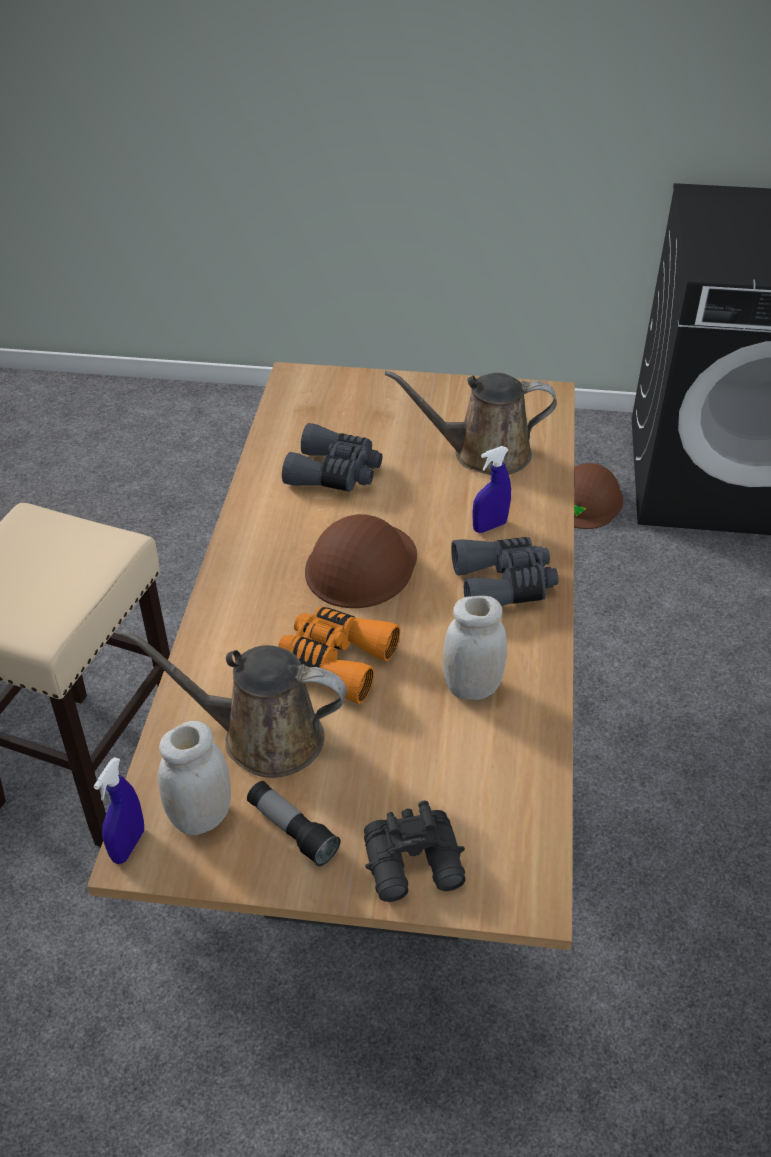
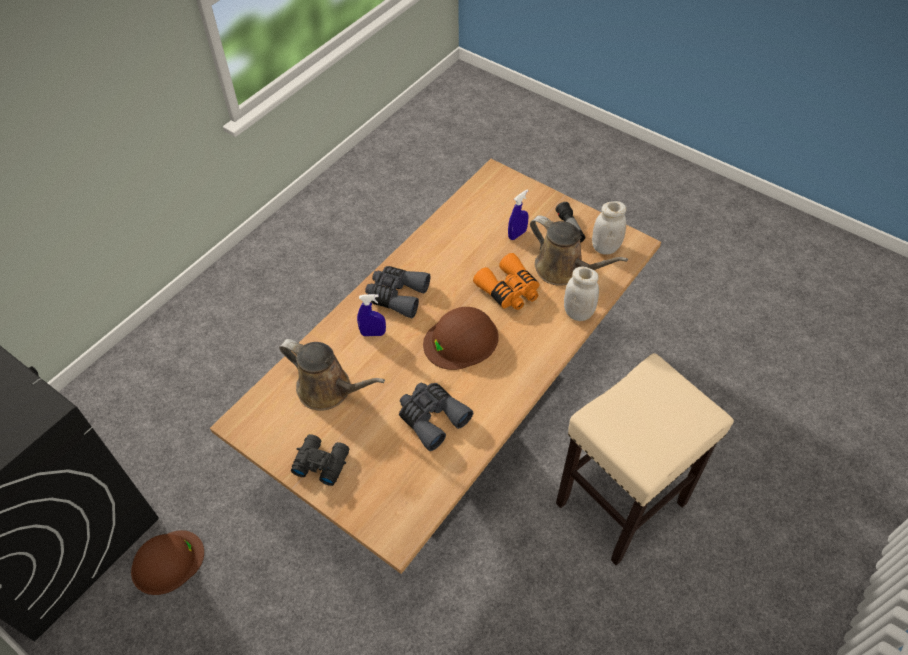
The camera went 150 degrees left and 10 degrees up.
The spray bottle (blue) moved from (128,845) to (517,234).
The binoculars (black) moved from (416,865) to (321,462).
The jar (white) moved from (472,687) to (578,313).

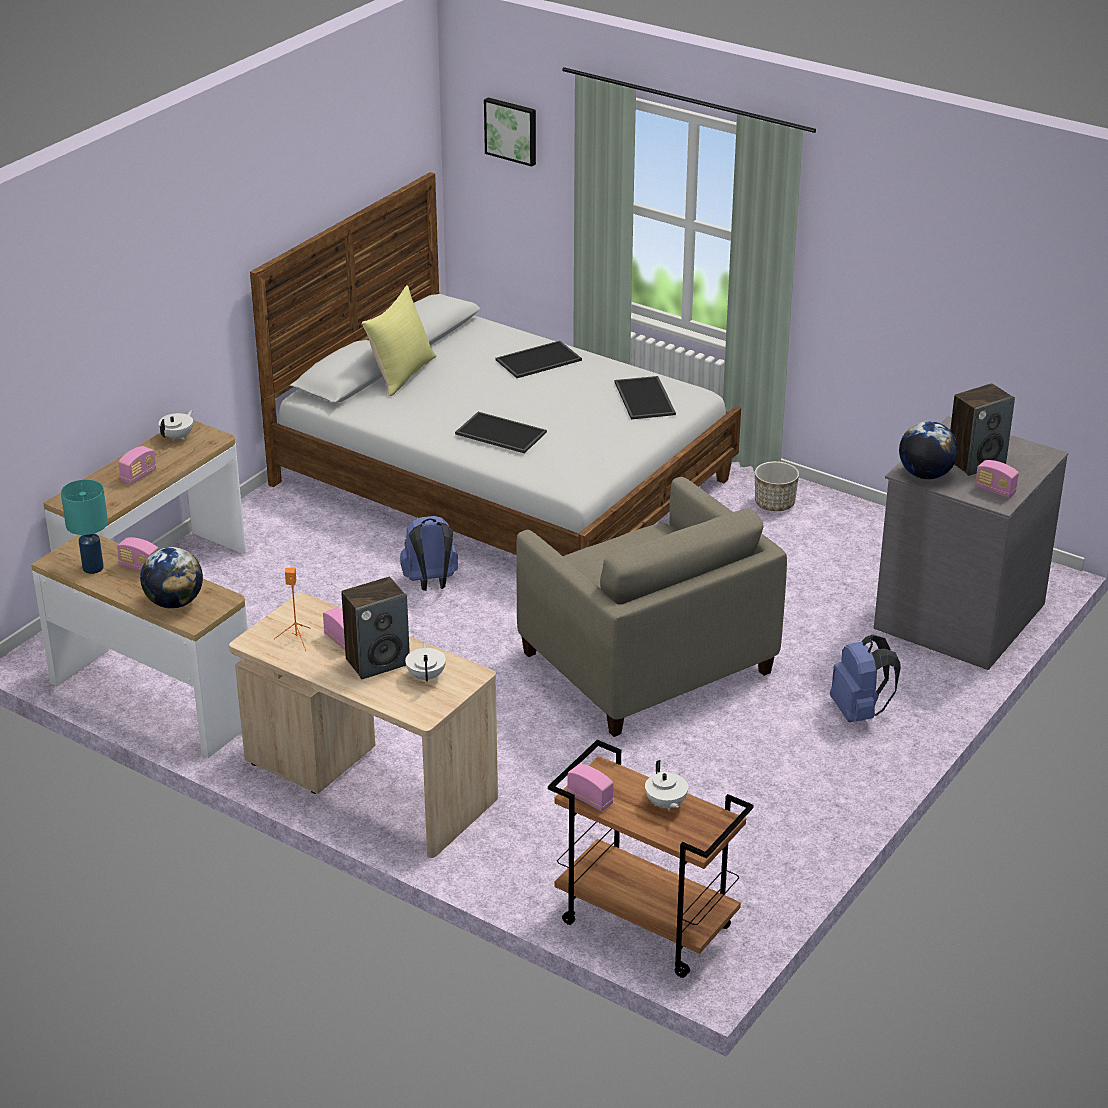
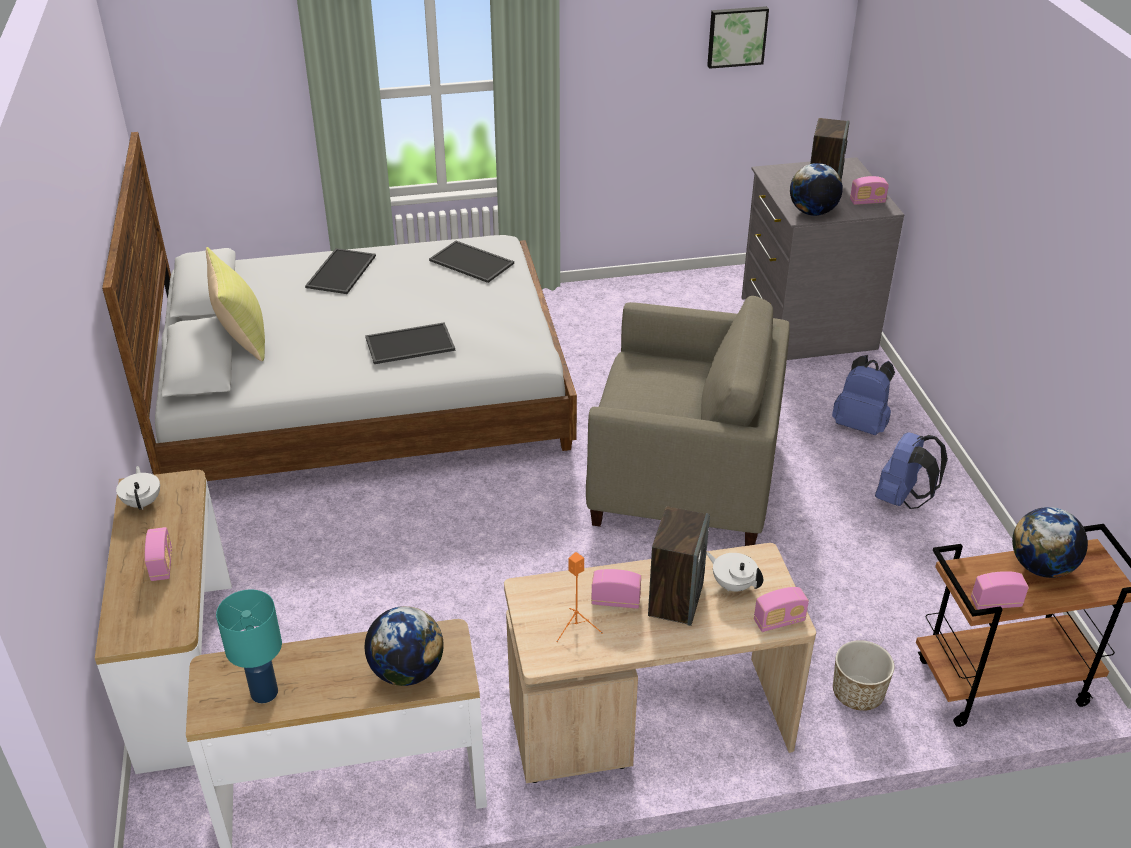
The camera went 45 degrees left and 5 degrees up.
The radio moved from (140,567) to (779,621).
The backpack (blue) moved from (430,583) to (902,499).
The picture moved from (512,130) to (736,36).
The planter moved from (774,504) to (858,693).
The teapot (white) at (665,804) was replaced by the globe at (1041,567).

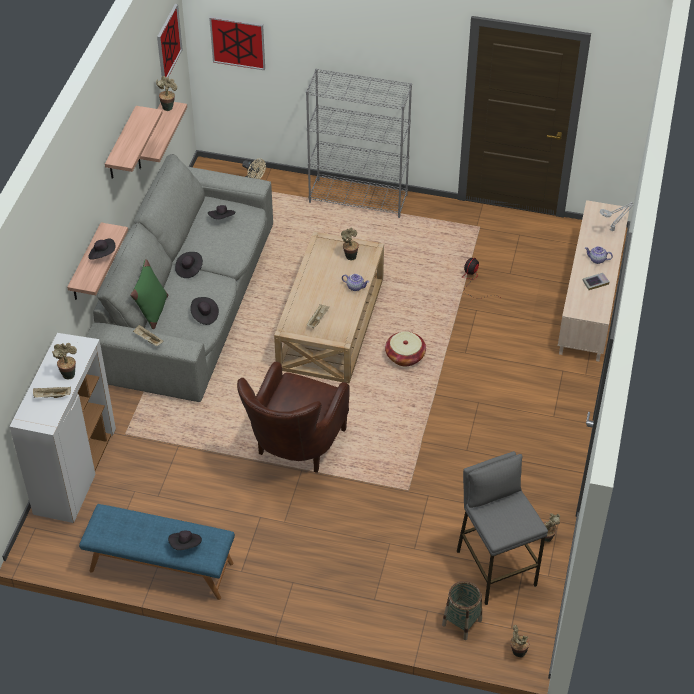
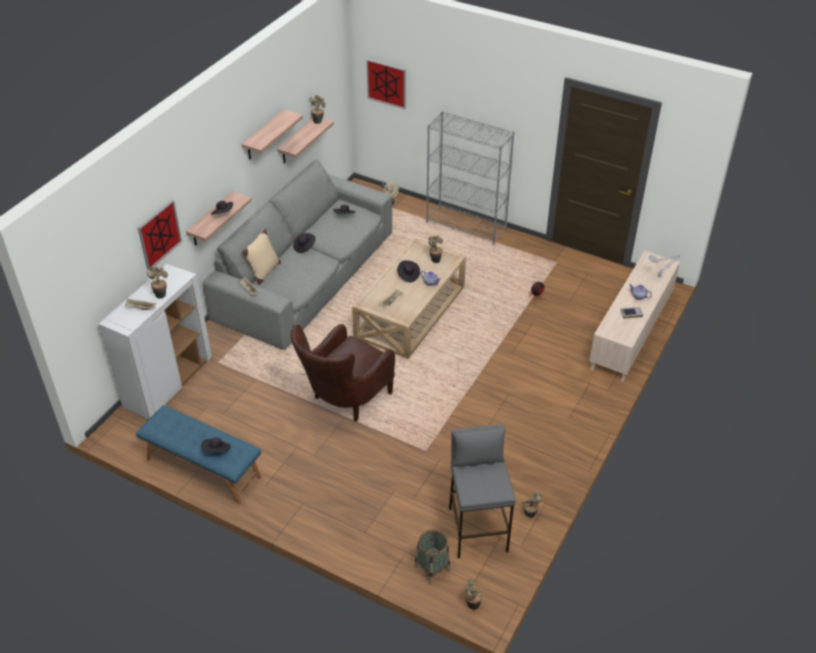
The camera went 15 degrees right and 5 degrees down.
The basket at (405,356) disappeared.
The picture moved from (168,43) to (159,234).
The hat (black) moved from (204,315) to (408,275).
The pillow (green) at (152,312) became the pillow (beige) at (264,272).

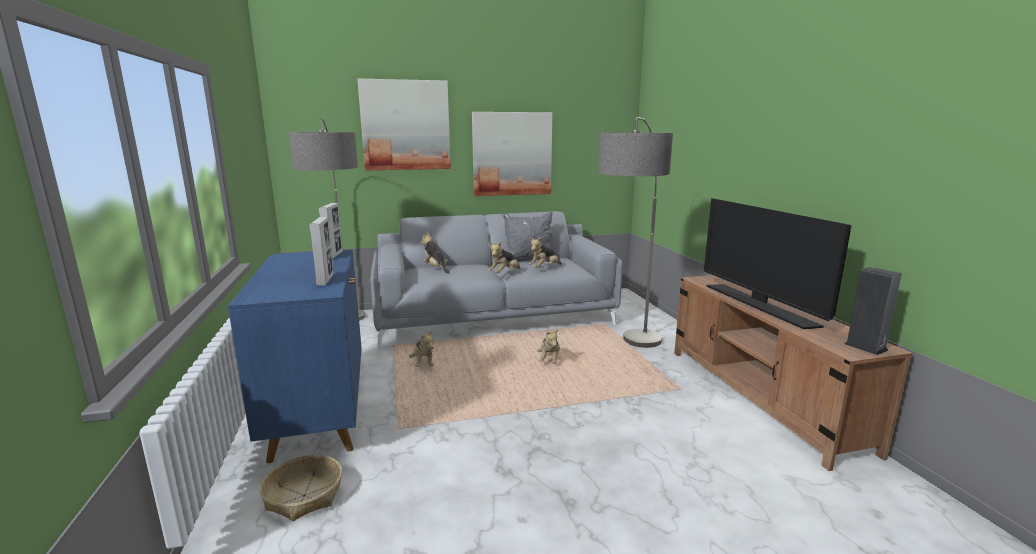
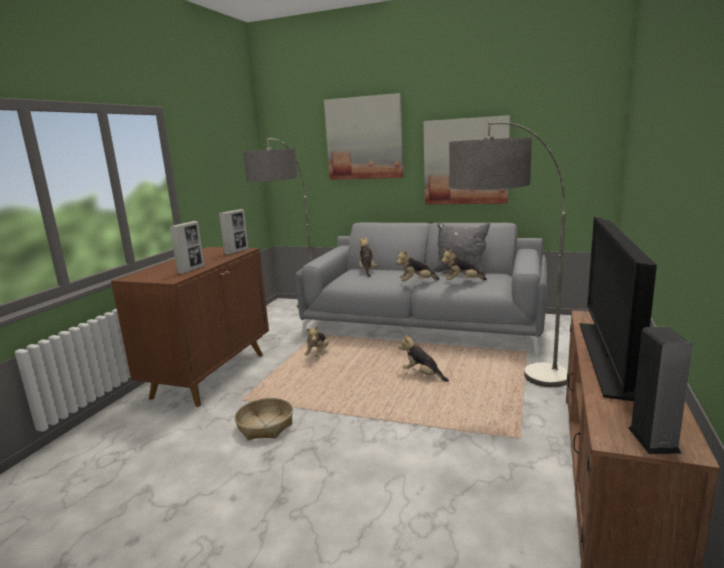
The camera went 35 degrees right and 0 degrees up.
The basket moved from (304,495) to (265,426).
The cabinet (blue) at (319,414) became the cabinet (brown) at (211,374).
The plush toy at (549,360) turned 90 degrees clockwise.

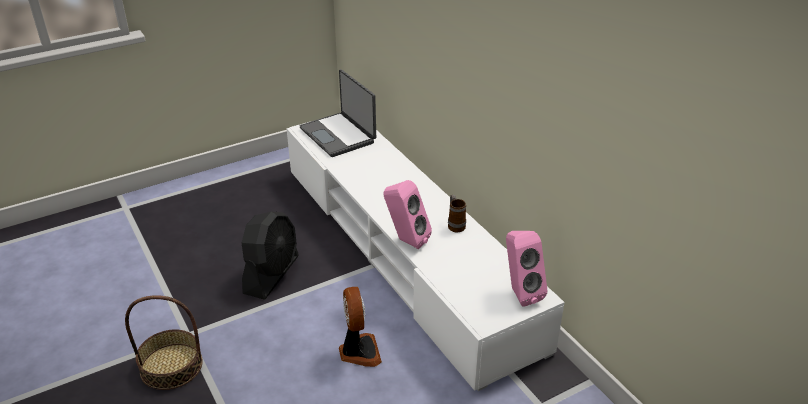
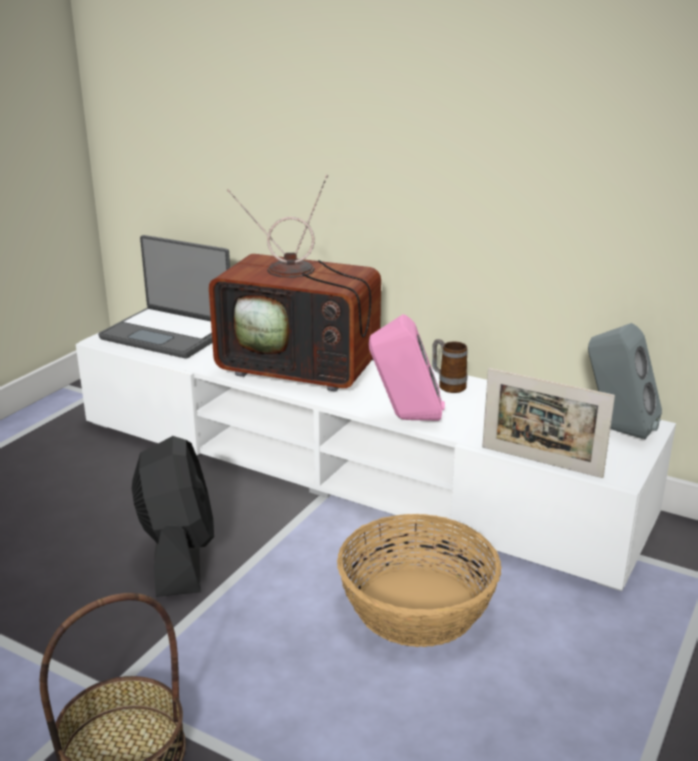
The camera went 30 degrees left and 10 degrees down.
The television at (305,369) appeared.
The picture frame at (541,462) appeared.
The fan at (358,351) was replaced by the basket at (415,606).
The speaker (pink) at (519,293) became the speaker (grey) at (616,430).

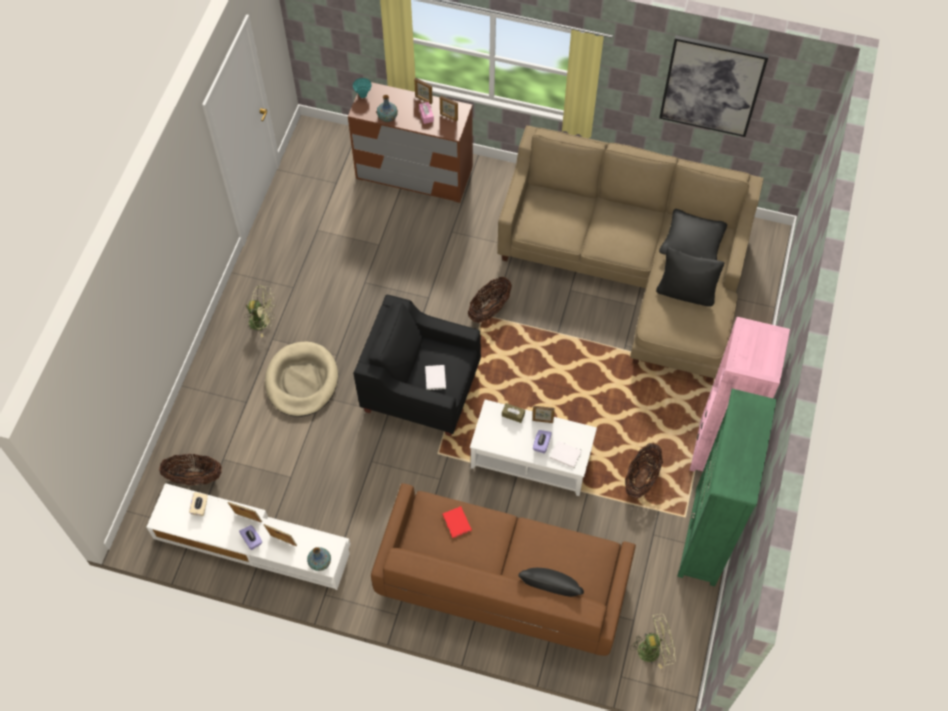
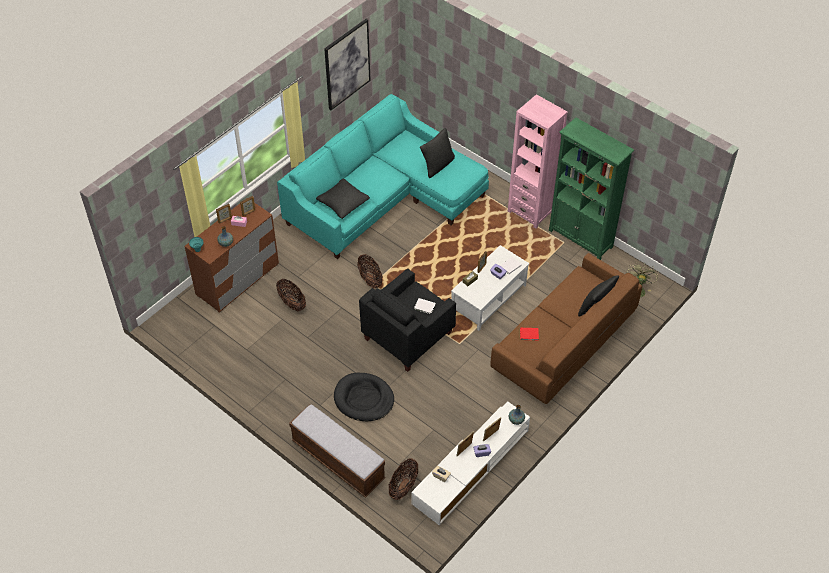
The camera went 65 degrees left and 10 degrees down.
The fan (green) at (263,321) disappeared.
The bench at (338,460) appeared.
The basket moved from (641,478) to (292,303).
The pillow (black) moved from (692,244) to (343,203).
The dog bed (beige) at (302,381) became the dog bed (black) at (364,399).
The sofa (beige) at (633,267) became the sofa (turquoise) at (384,198).

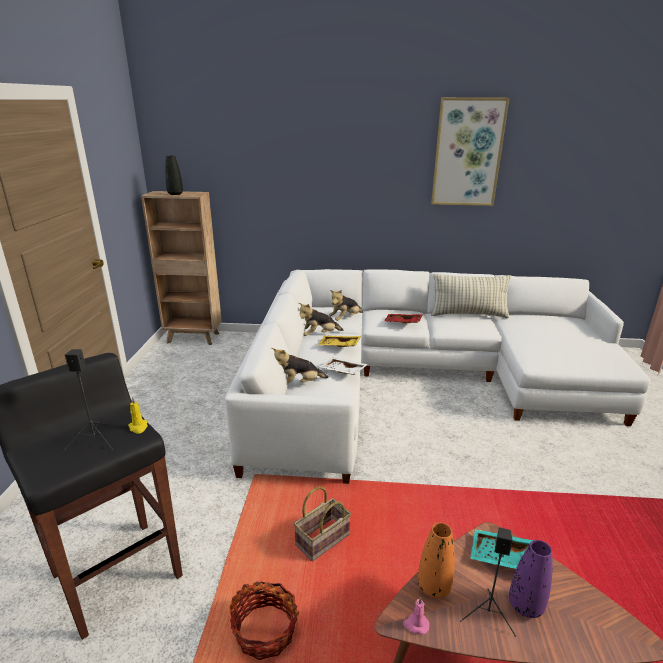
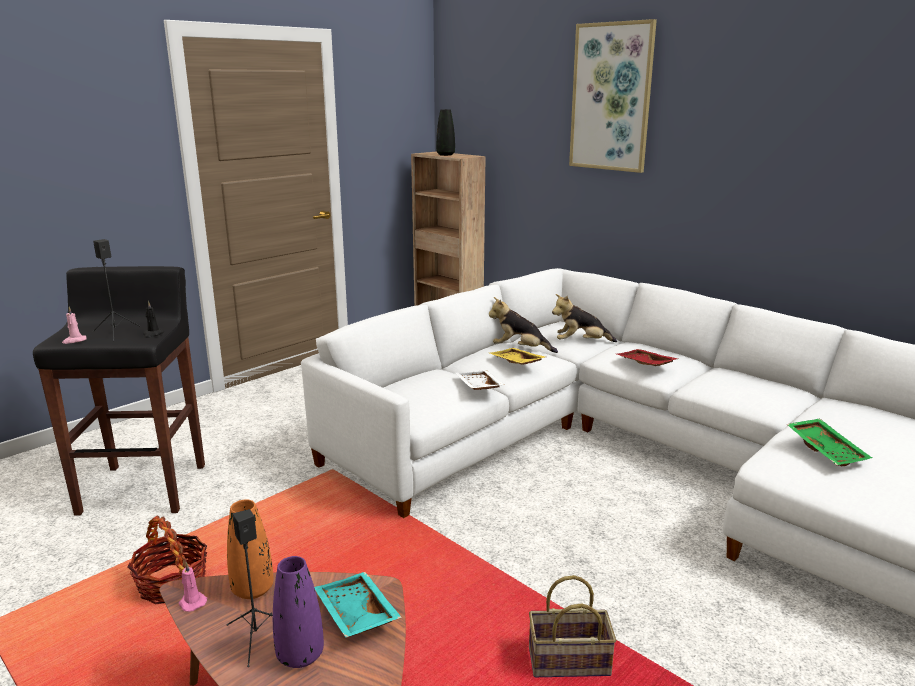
The camera went 40 degrees right and 5 degrees down.
The plush toy at (298,385) disappeared.
The pillow at (468,314) disappeared.
The candle (pink) at (74,341) appeared.
The tray (green) at (827,450) appeared.
The basket moved from (322,541) to (567,663).
The picture moved from (467,153) to (611,97).
The candle (yellow) at (138,427) became the candle (black) at (153,334).

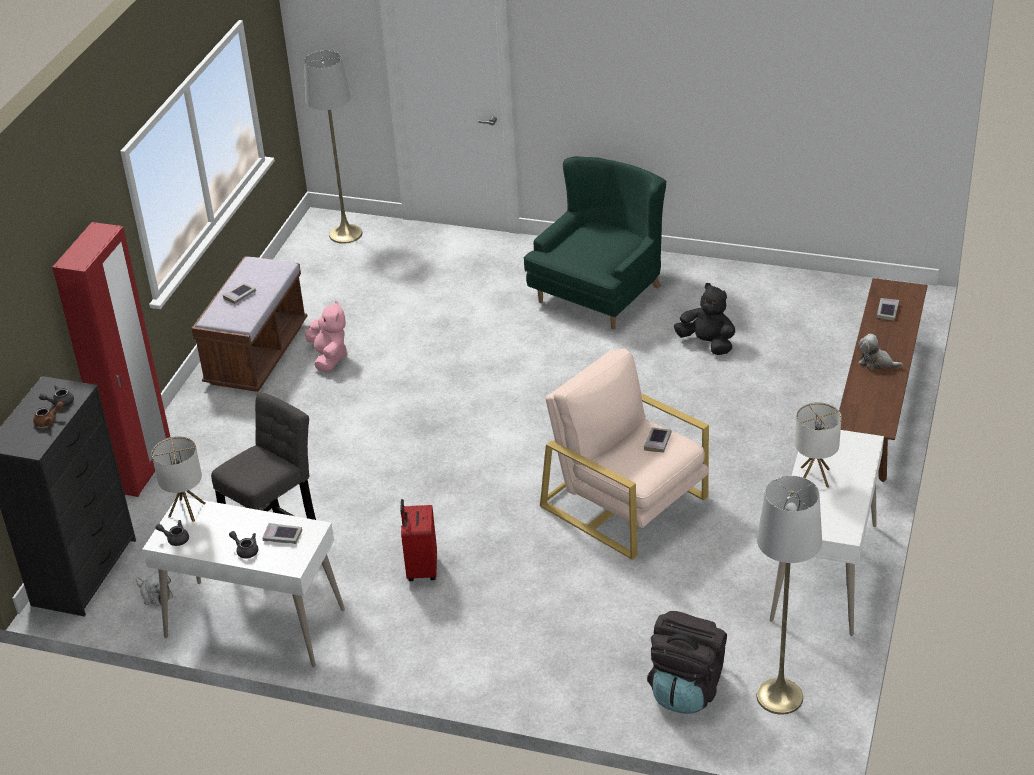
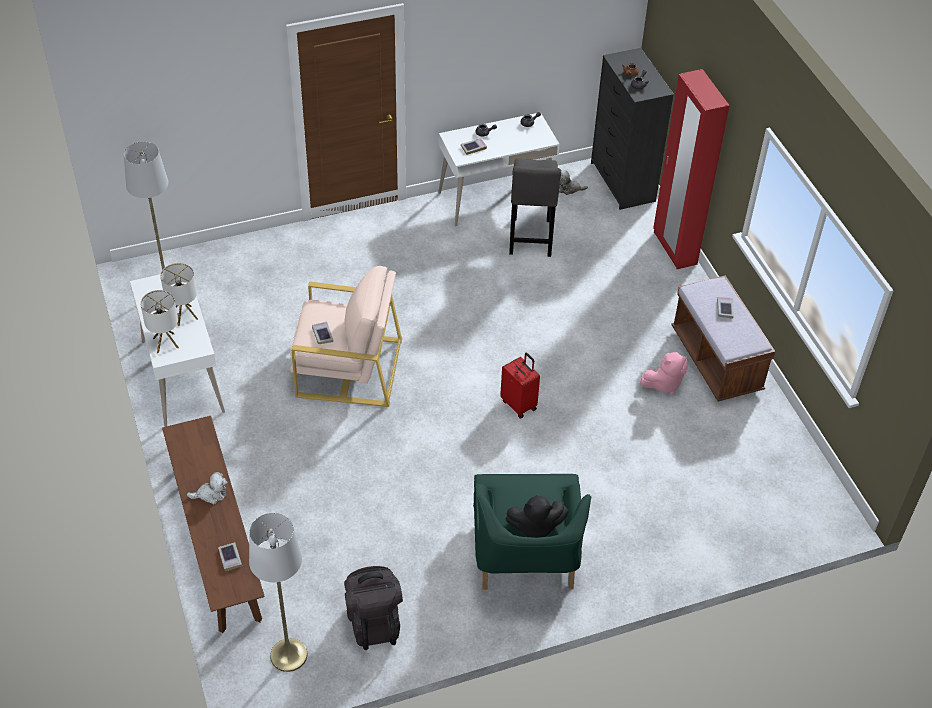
The camera went 140 degrees right and 10 degrees up.
The table lamp moved from (186,510) to (166,342).
The floor lamp (grey) moved from (345,234) to (288,655).
The suitcase (red) moved from (421,569) to (519,404).
The backpack (black) moved from (686,688) to (374,621).
The plush toy (black) moved from (707,343) to (535,527).
The plush toy (pink) at (329,357) turned 60 degrees counterclockwise.

